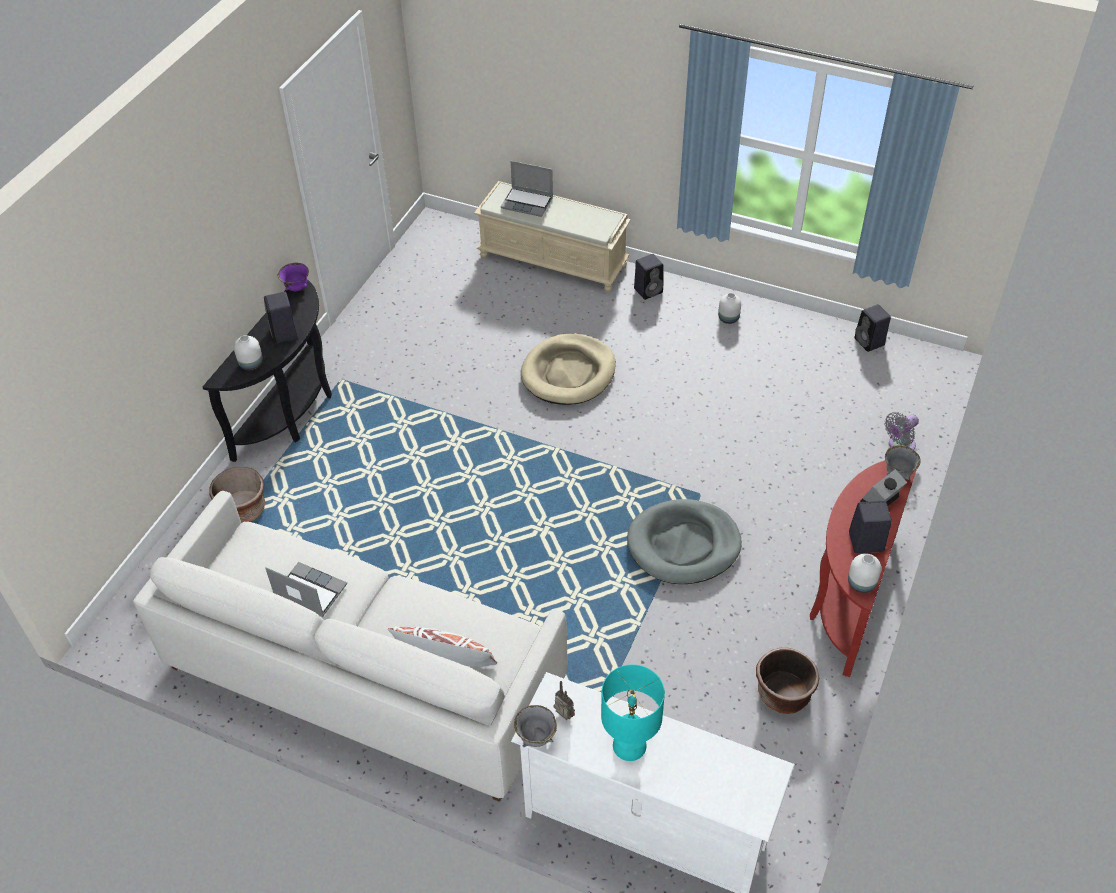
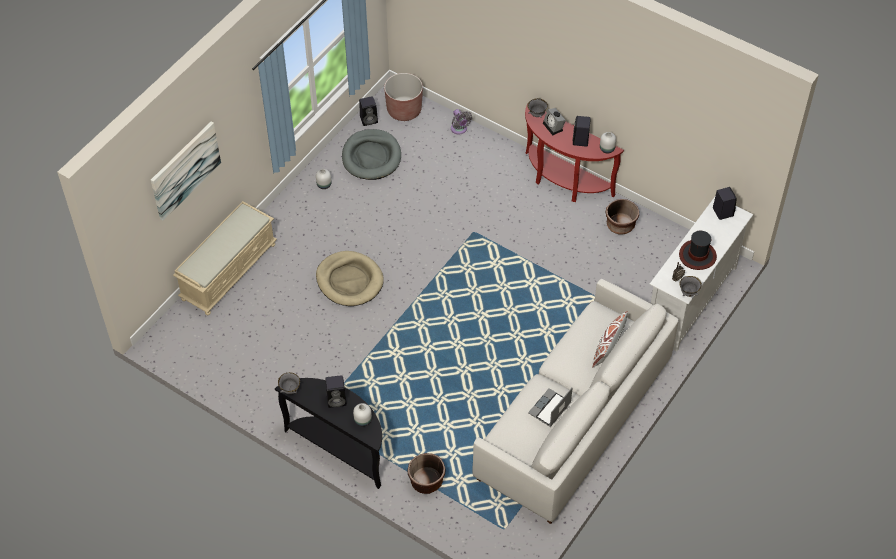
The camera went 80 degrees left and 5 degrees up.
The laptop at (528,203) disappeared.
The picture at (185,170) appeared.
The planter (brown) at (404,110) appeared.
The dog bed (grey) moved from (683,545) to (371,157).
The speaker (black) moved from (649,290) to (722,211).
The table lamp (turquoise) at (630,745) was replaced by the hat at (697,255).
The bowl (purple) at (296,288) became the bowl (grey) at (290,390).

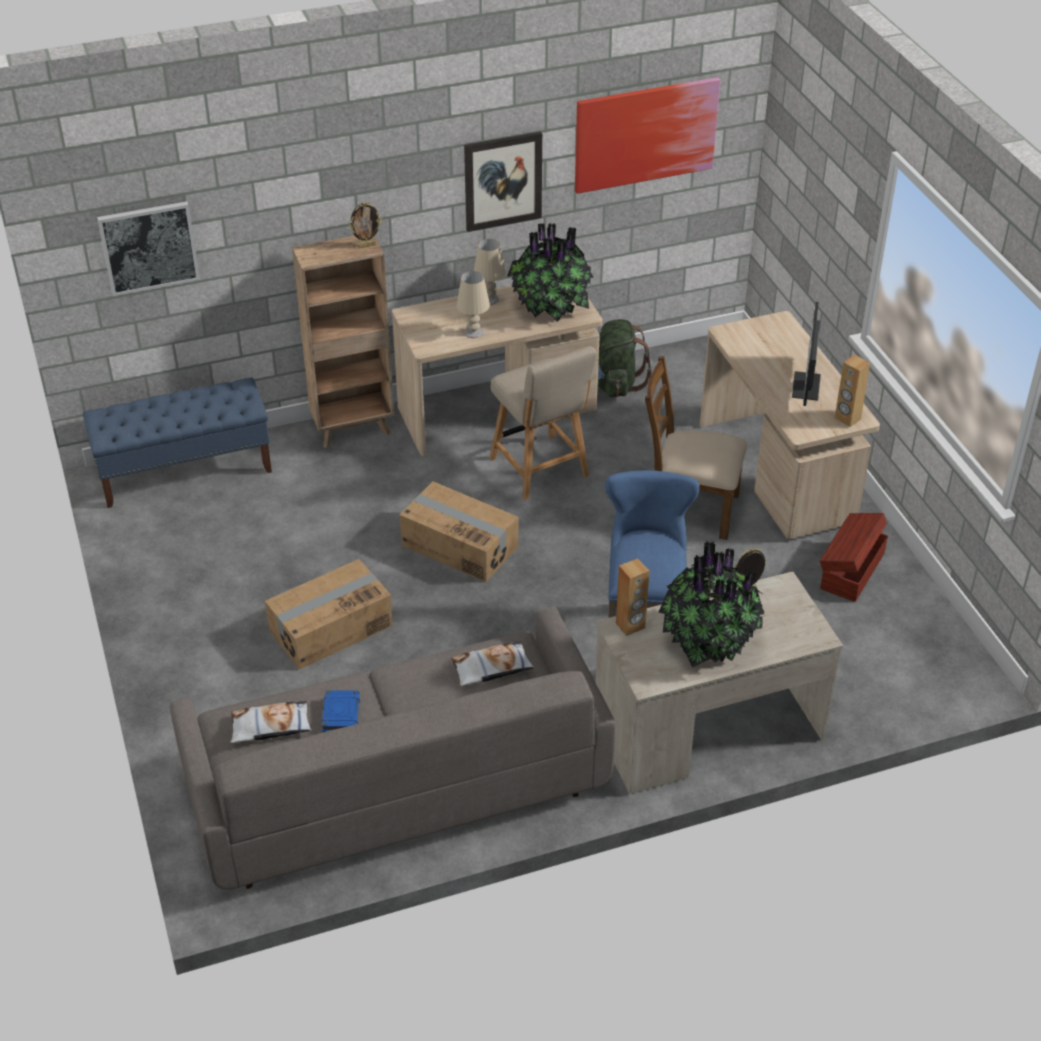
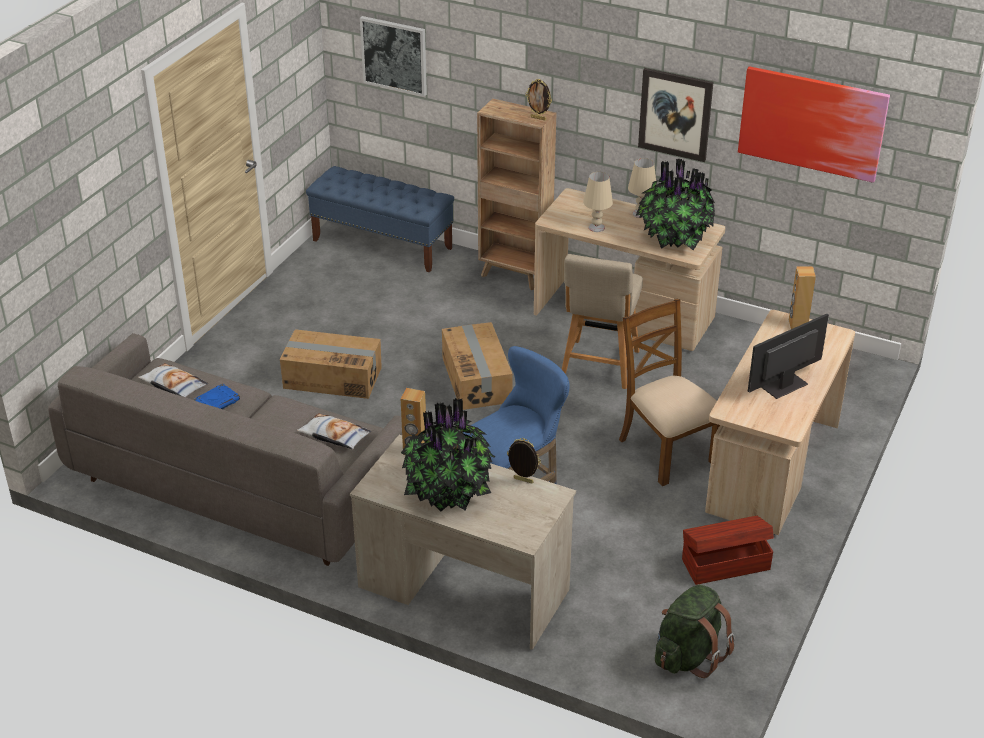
The camera went 45 degrees right and 5 degrees down.
The backpack (green) moved from (615,384) to (688,656).
The speaker (brown) moved from (847,419) to (797,325).

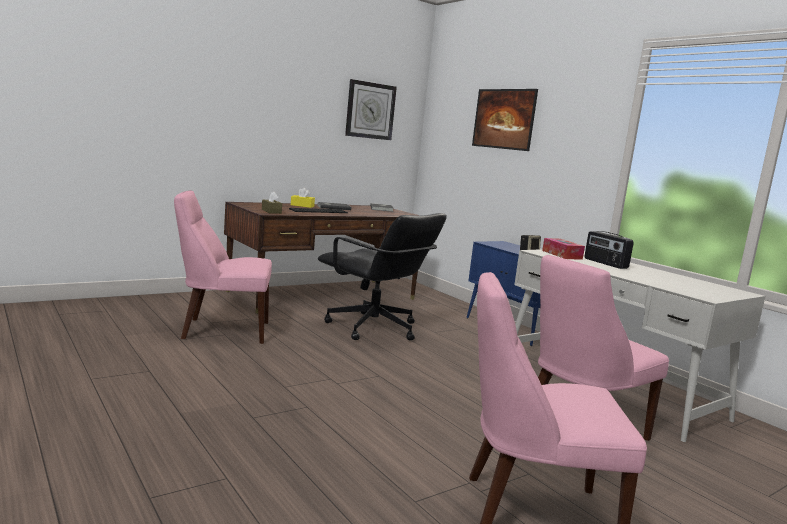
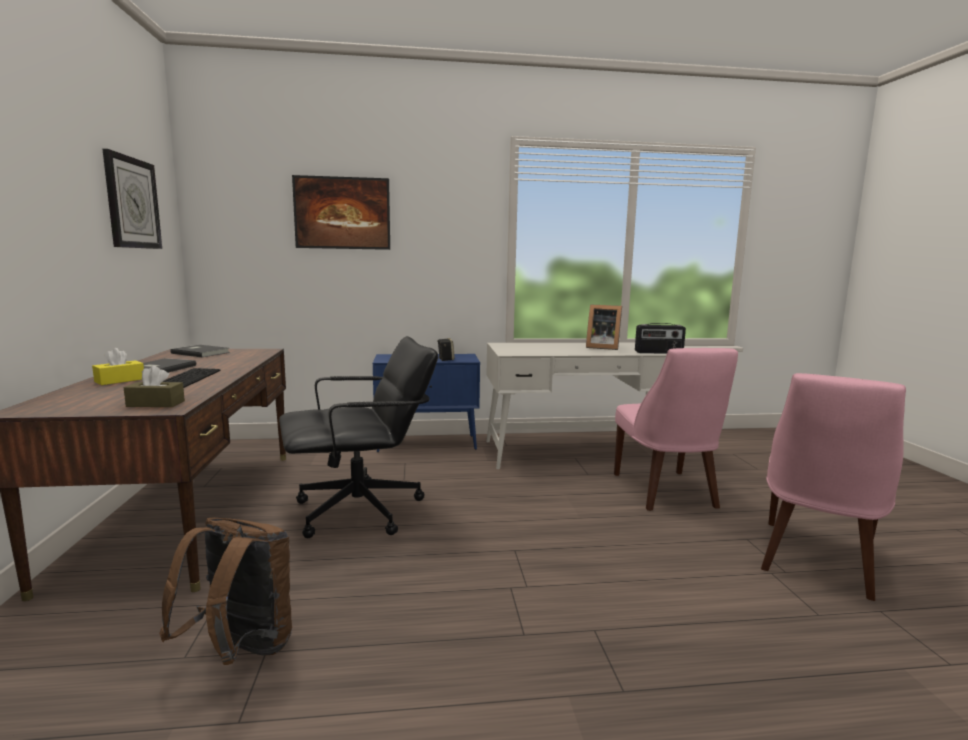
The camera went 60 degrees left and 0 degrees up.
The tissue box at (561,255) disappeared.
The picture frame at (601,347) appeared.
The radio moved from (605,263) to (659,352).
The chair (pink) at (221,330) was replaced by the backpack (brown) at (241,651).

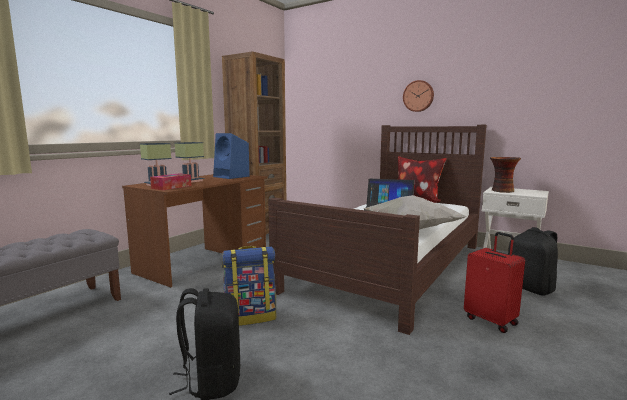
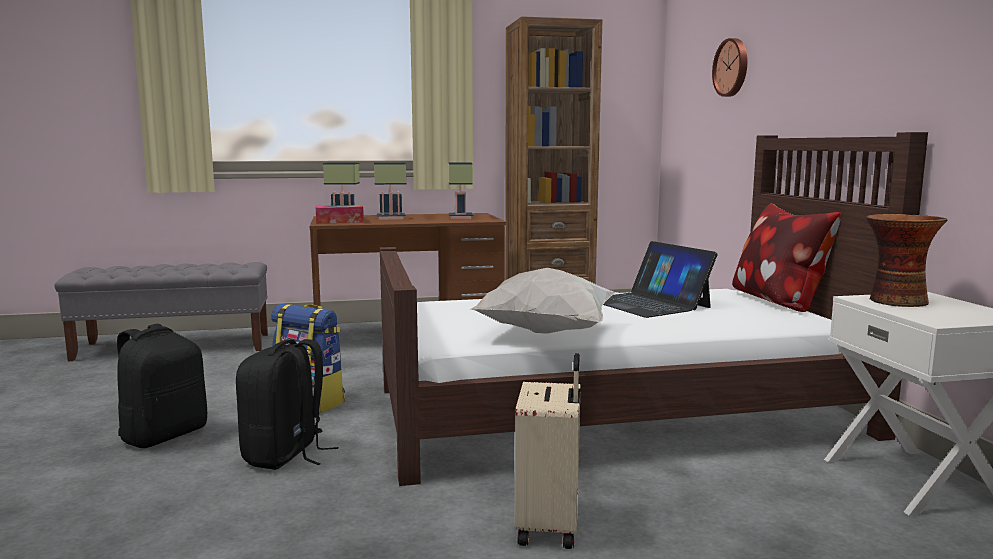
The camera went 45 degrees right and 0 degrees up.
The wall clock moved from (418,96) to (732,67).
The backpack (black) moved from (530,288) to (286,455).
The speaker (blue) at (232,176) was replaced by the table lamp at (462,218).
The suitcase (red) at (491,320) became the suitcase (beige) at (550,527).

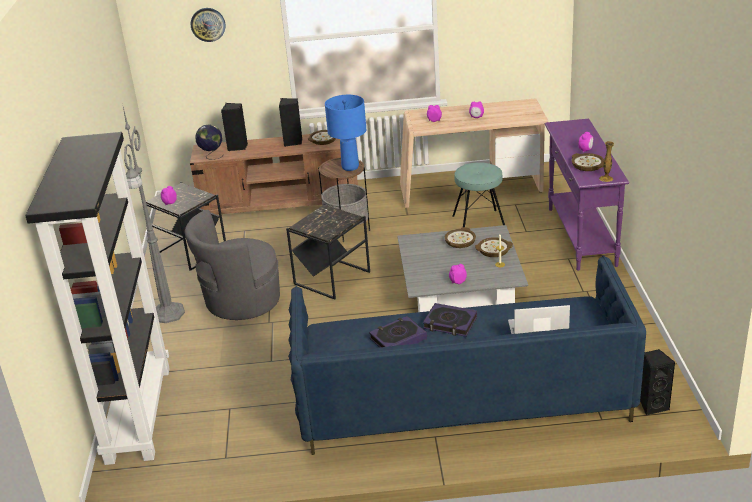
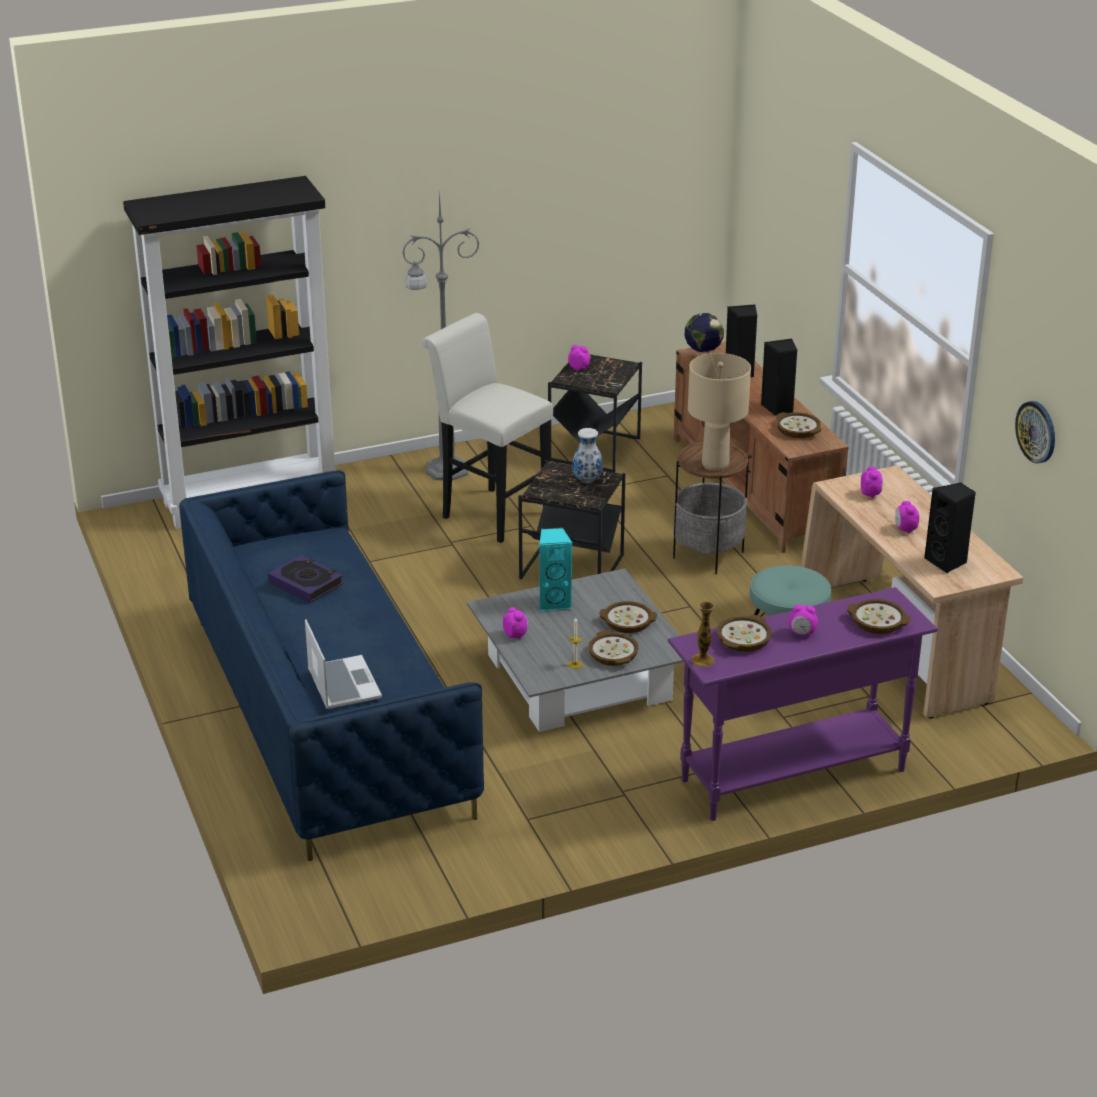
The camera went 70 degrees right and 0 degrees up.
The book at (450,323) disappeared.
The speaker (turquoise) at (554,602) appeared.
The vase at (588,480) appeared.
The bowl at (877,621) appeared.
The wall clock moved from (208,24) to (1036,431).
The speaker (black) moved from (653,405) to (947,562).
The armchair (grey) at (241,302) was replaced by the stool (white) at (490,512).
The table lamp (blue) at (350,167) became the table lamp (beige) at (714,465).

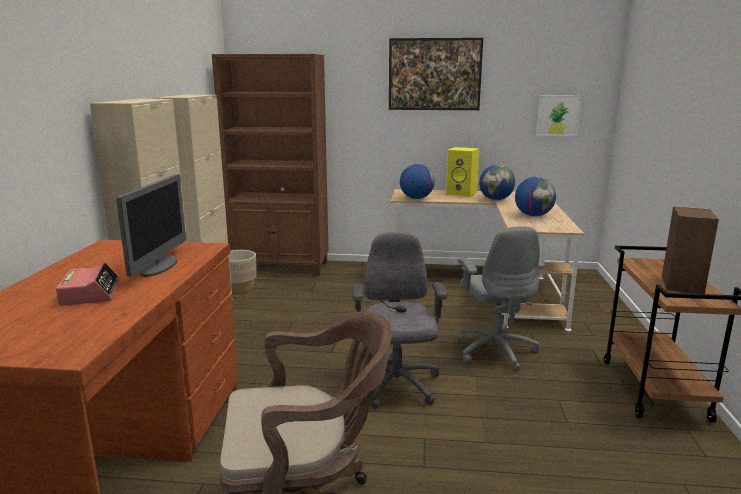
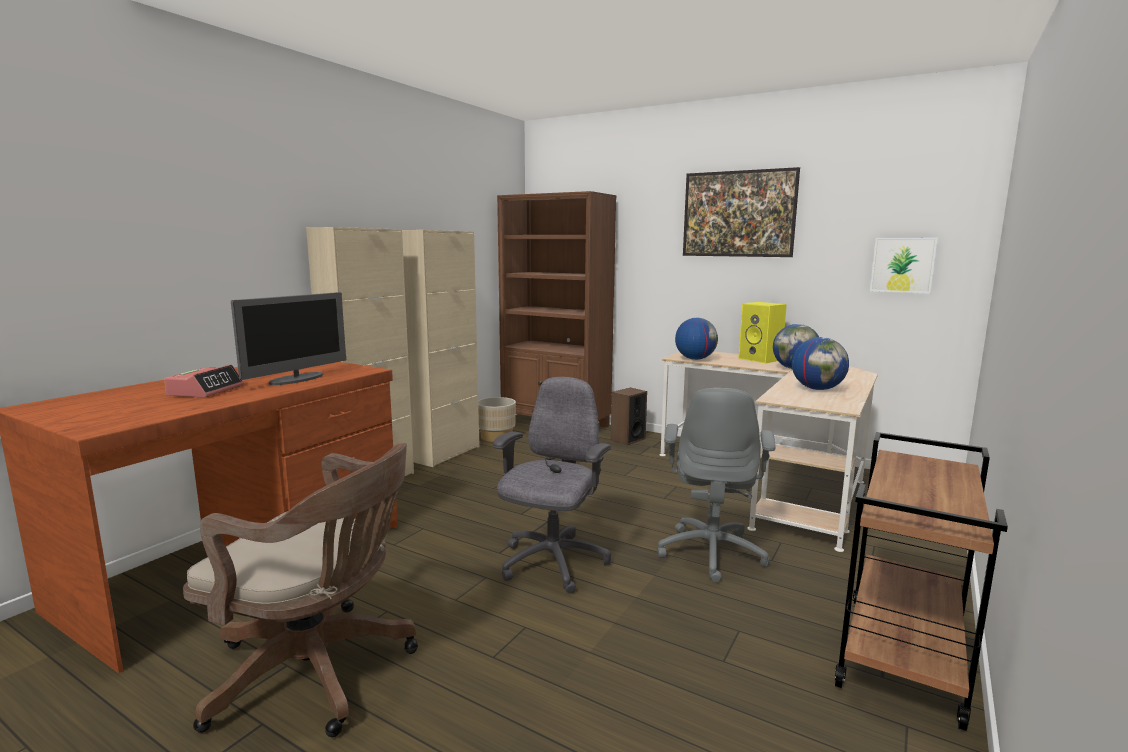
The camera went 25 degrees right and 5 degrees down.
The speaker moved from (681,284) to (627,439).

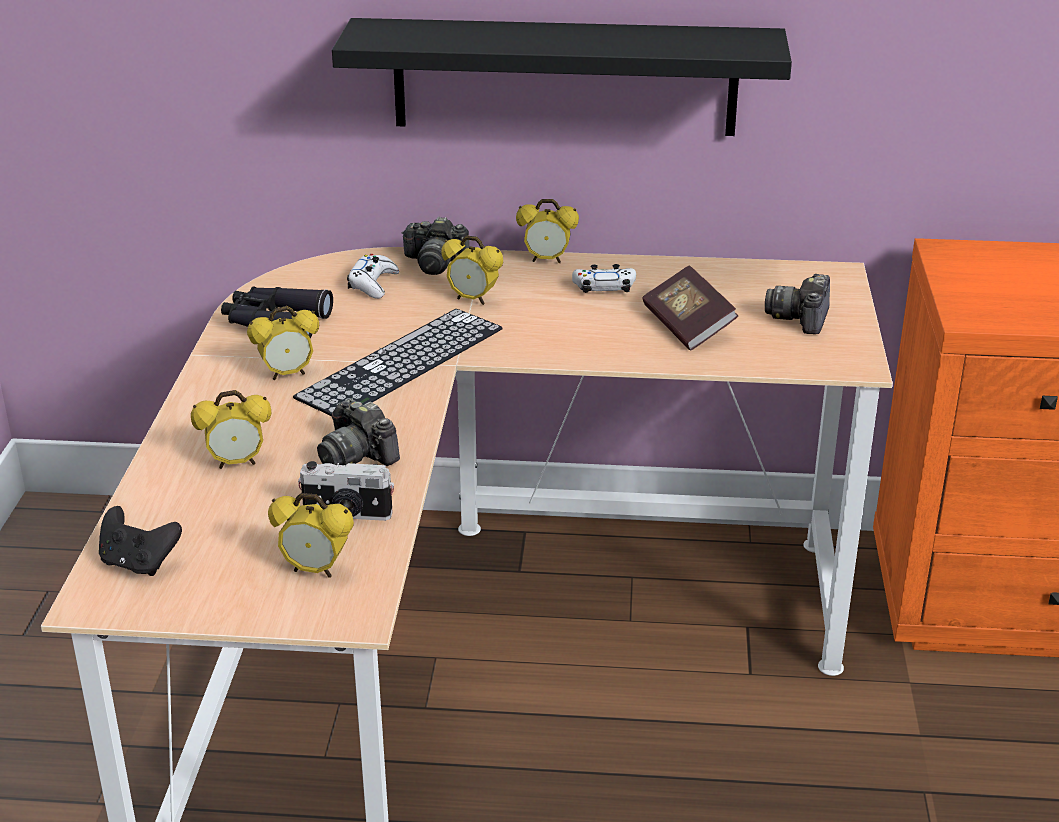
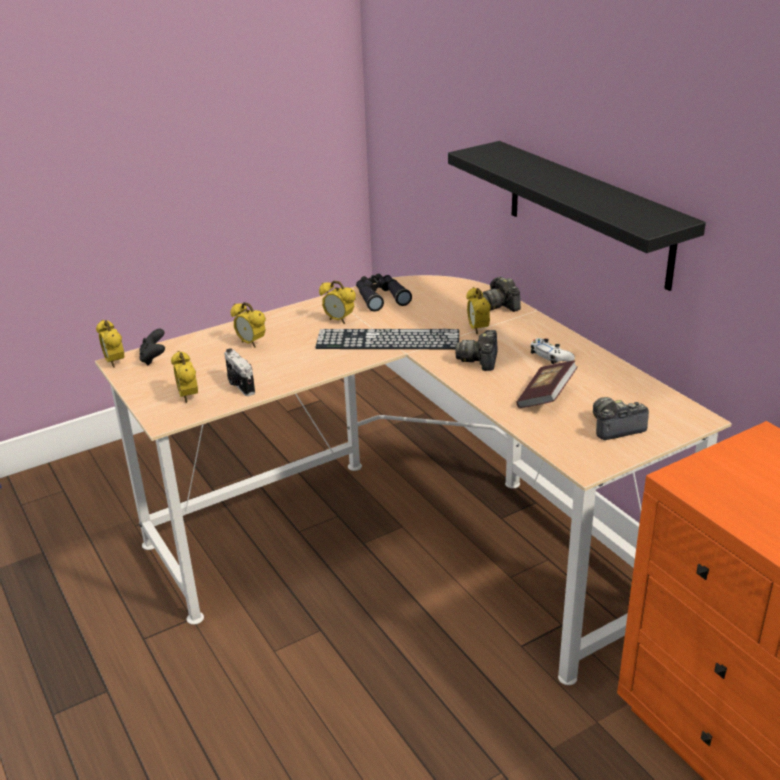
The camera went 55 degrees right and 0 degrees up.
The game controller (white) at (373,284) disappeared.
The photo camera moved from (357,455) to (480,360).
The alarm clock moved from (547,260) to (114,362).

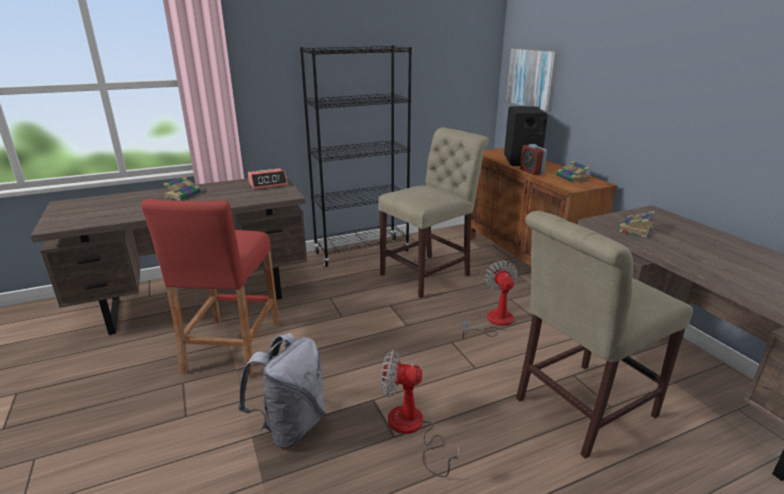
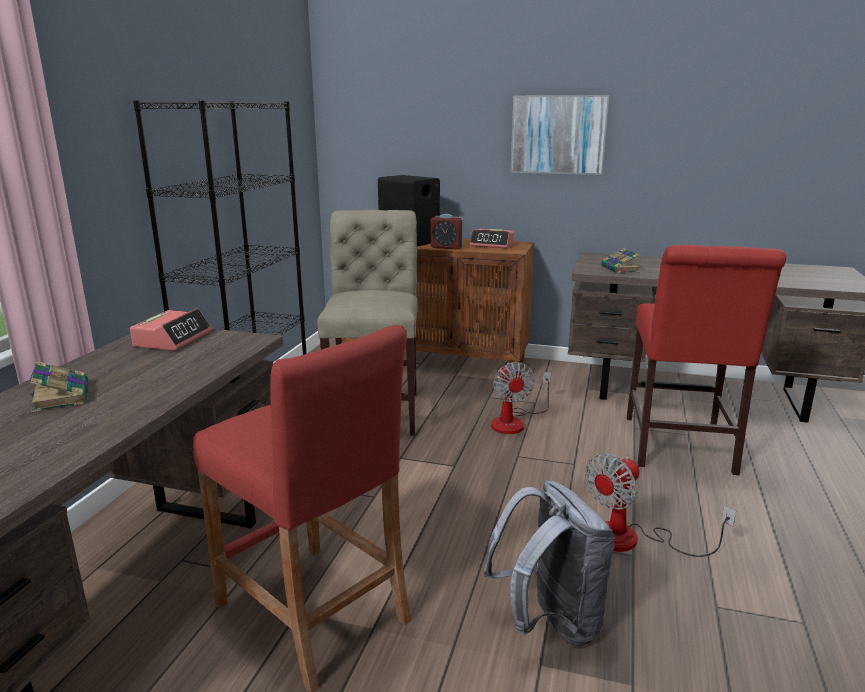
The camera went 50 degrees left and 5 degrees down.
The picture moved from (531,78) to (558,135).
The book at (573,178) was replaced by the alarm clock at (492,244).
The chair (beige) at (578,409) became the chair (red) at (678,448).
The fan at (494,322) turned 135 degrees counterclockwise.

